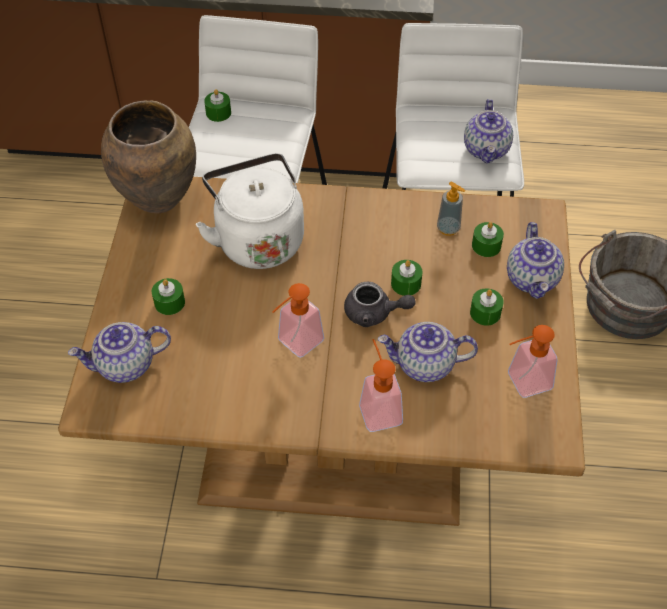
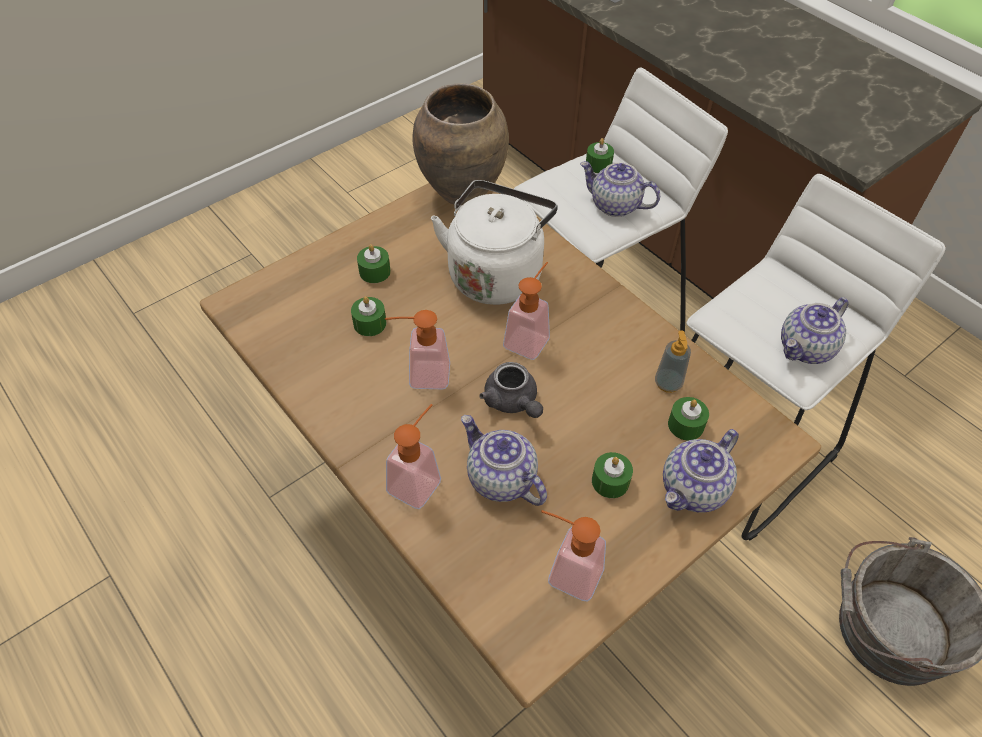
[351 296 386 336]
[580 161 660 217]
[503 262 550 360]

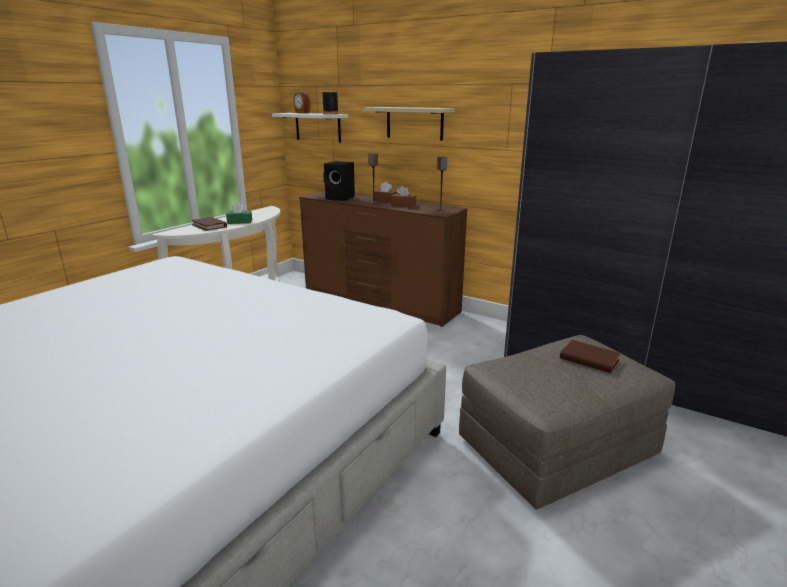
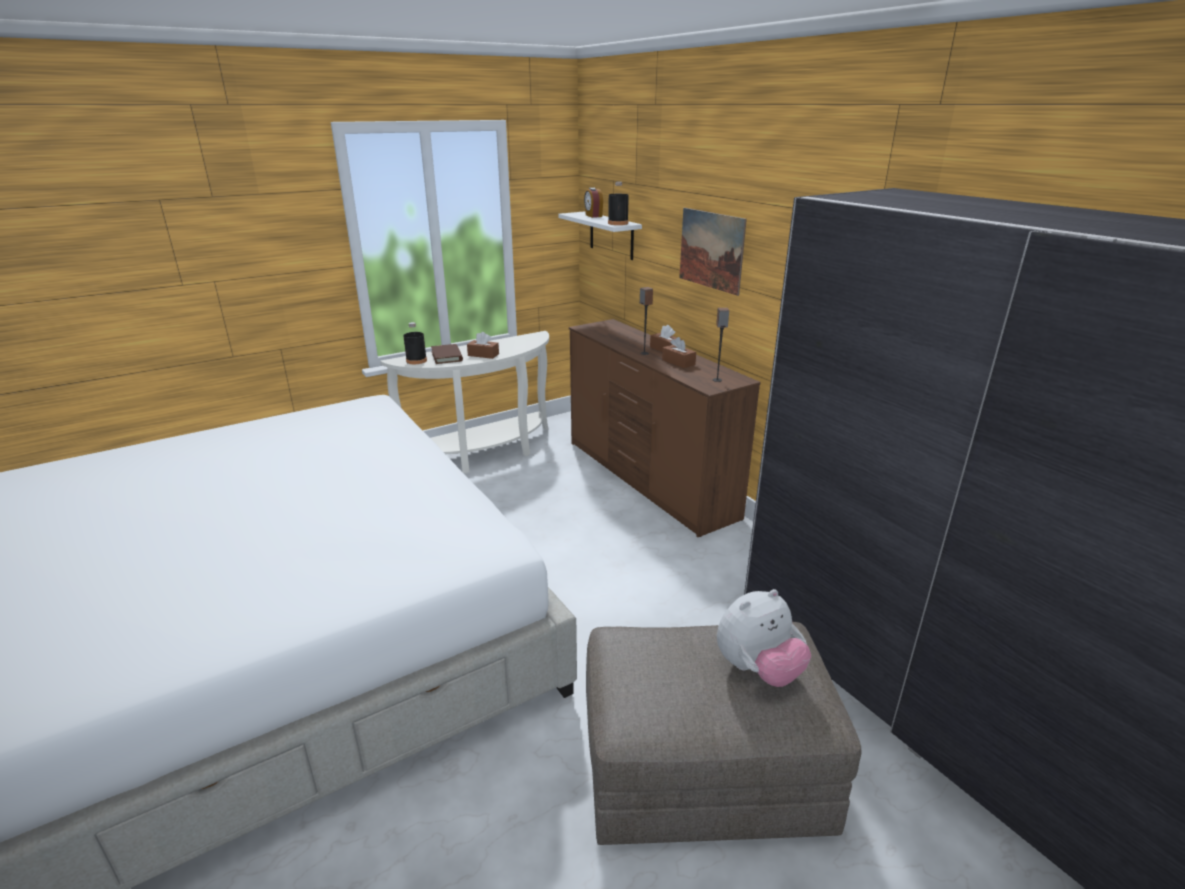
[679 208 747 296]
[323 161 355 201] (first image)
[467 332 499 359]
[717 589 811 687]
[403 322 427 364]

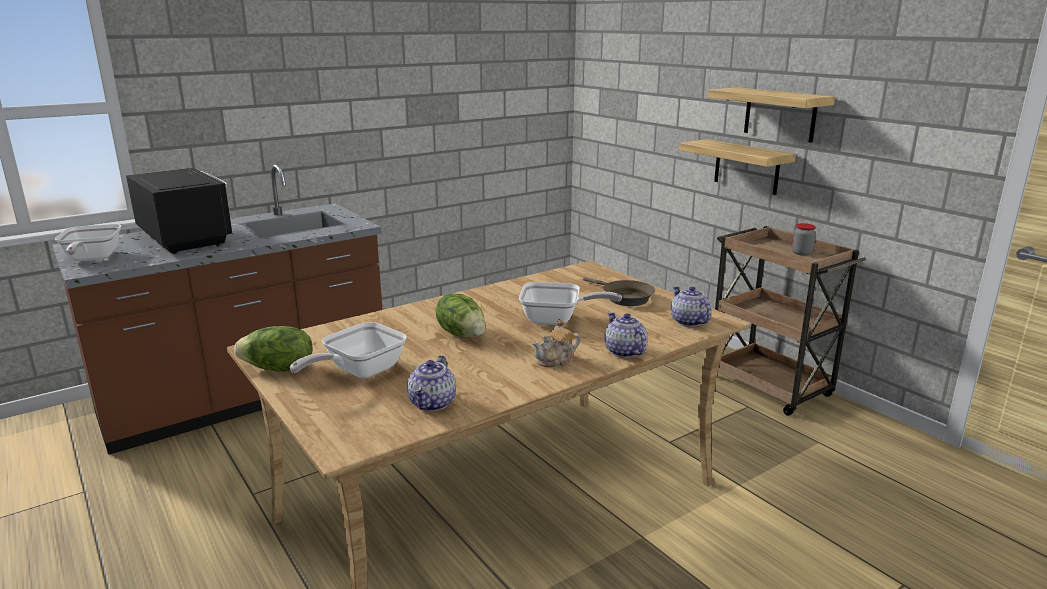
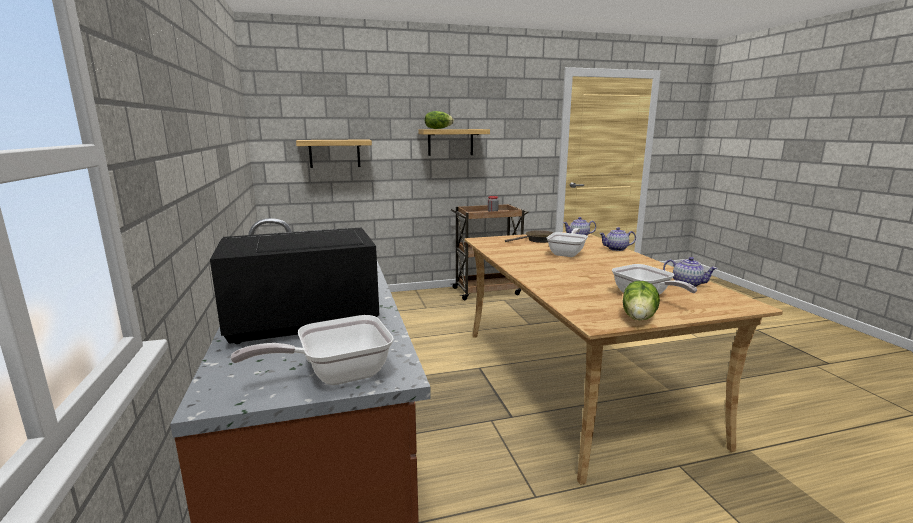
[296 139 372 168]
[231 315 394 385]
[425 111 454 129]
[532 319 580 367] (first image)

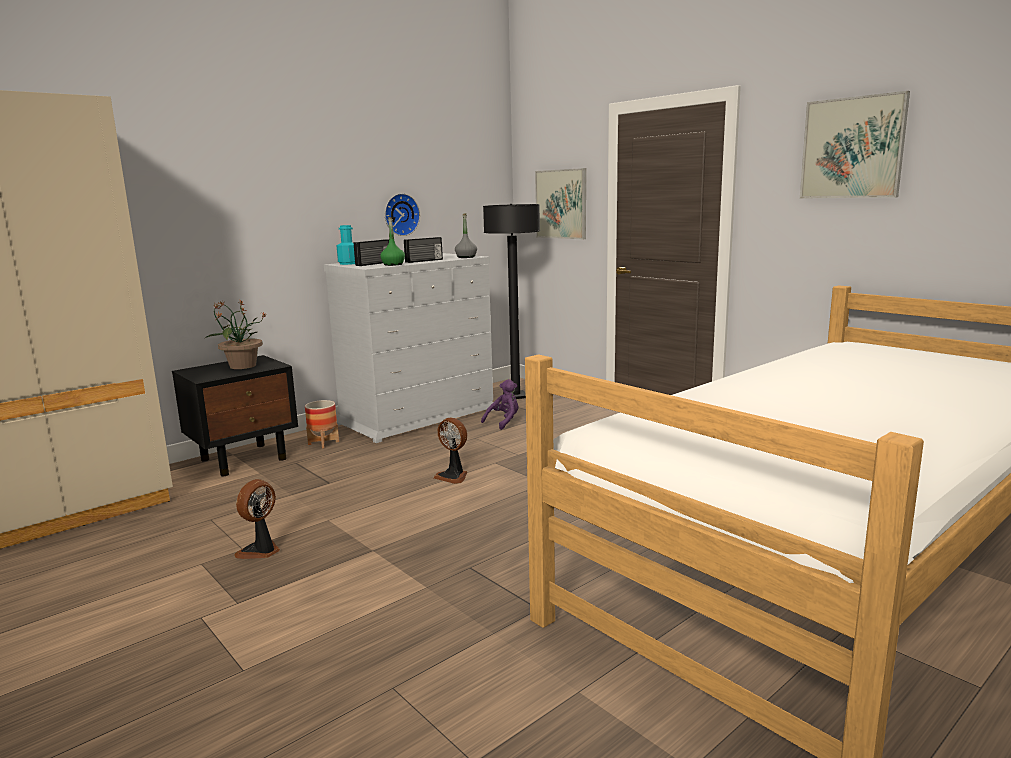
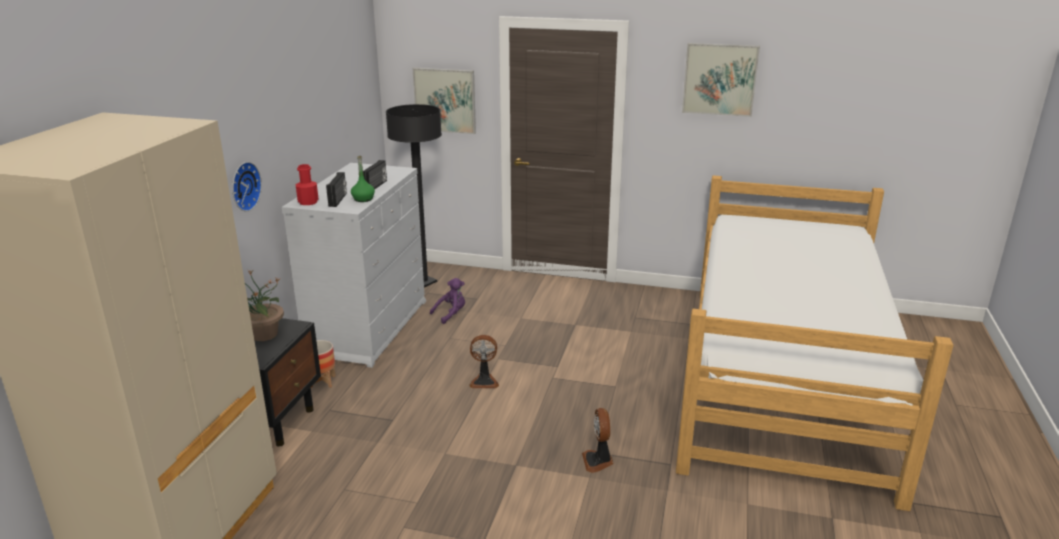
[232 162 262 212]
[455 213 477 258] (first image)
[295 164 319 205]
[430 278 465 324]
[582 408 614 473]

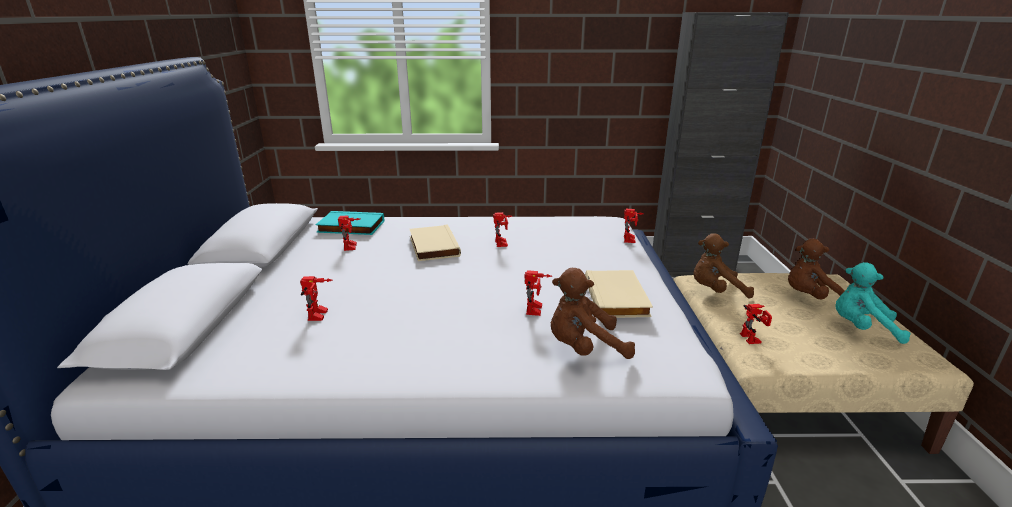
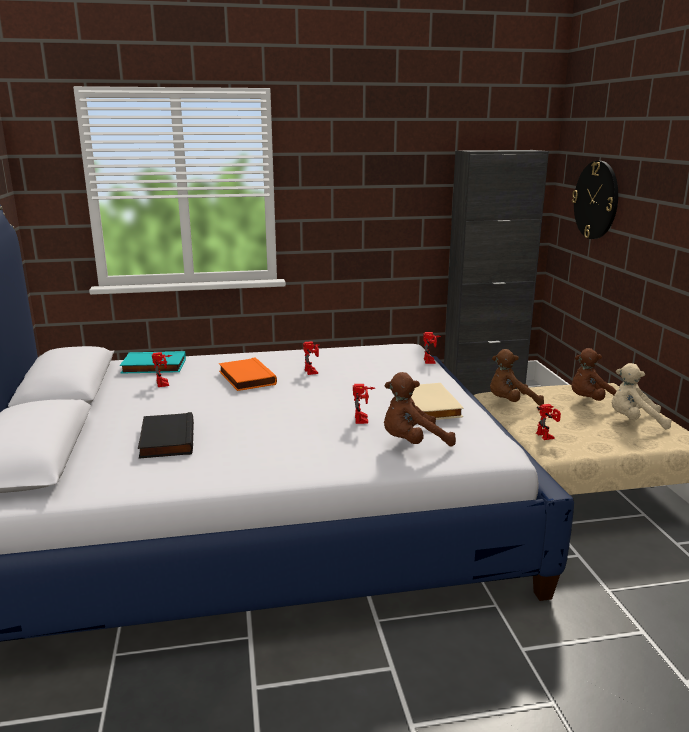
[219 357 277 391]
[612 363 671 429]
[138 412 194 459]
[572 161 618 239]

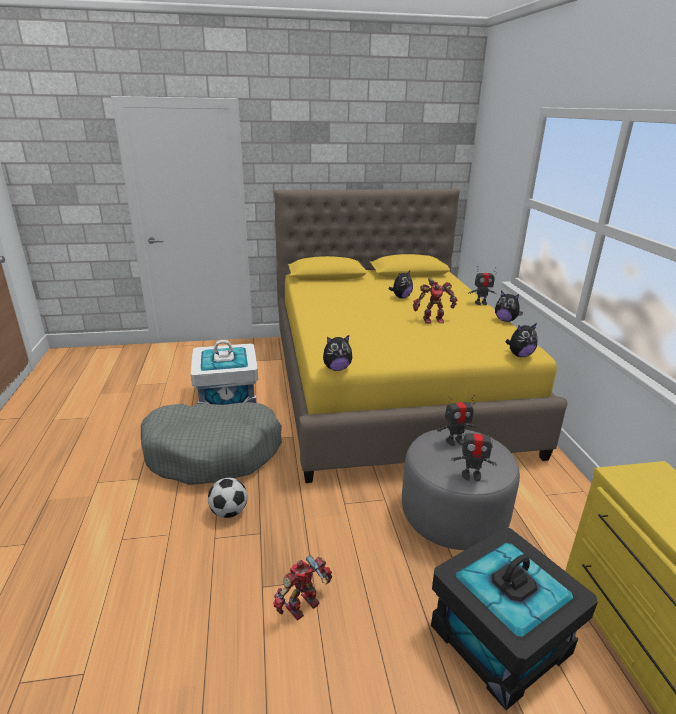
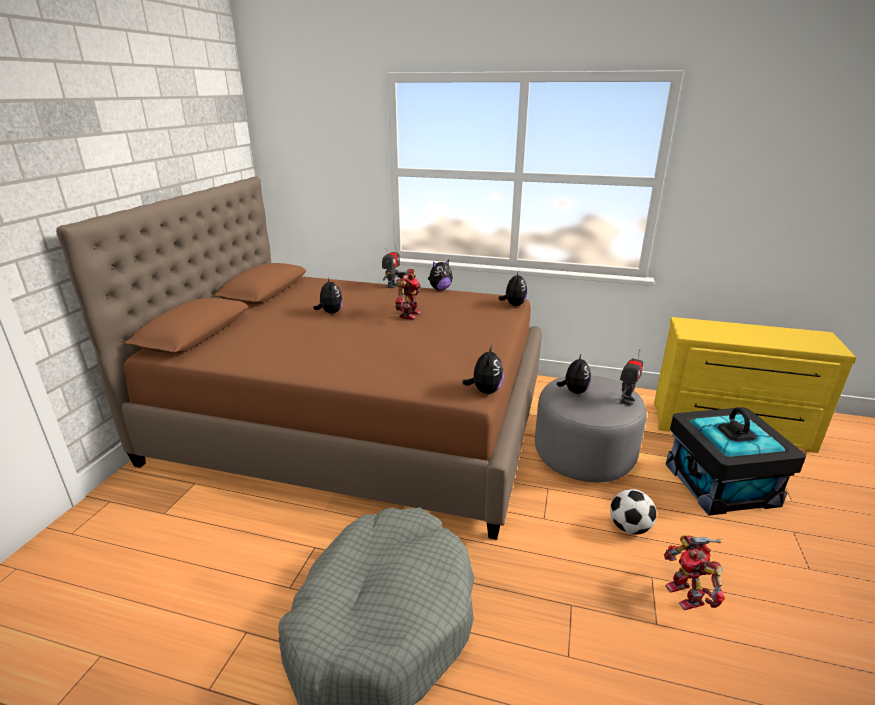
[56 177 542 540]
[191 340 258 405] (first image)
[556 353 591 394]
[610 489 657 535]

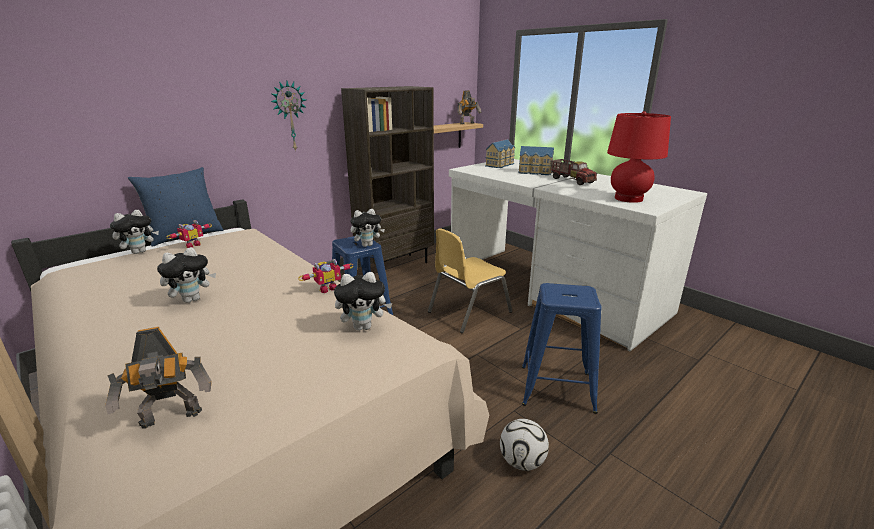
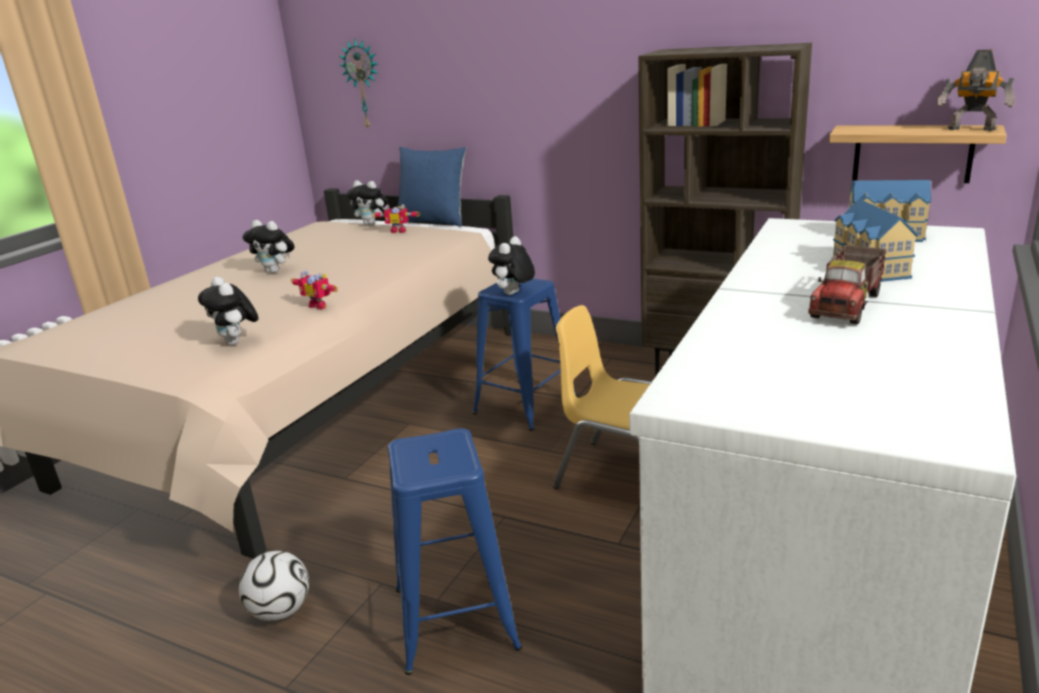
[339 39 379 128]
[607 111 671 203] (first image)
[488 236 535 295]
[105 327 212 428] (first image)

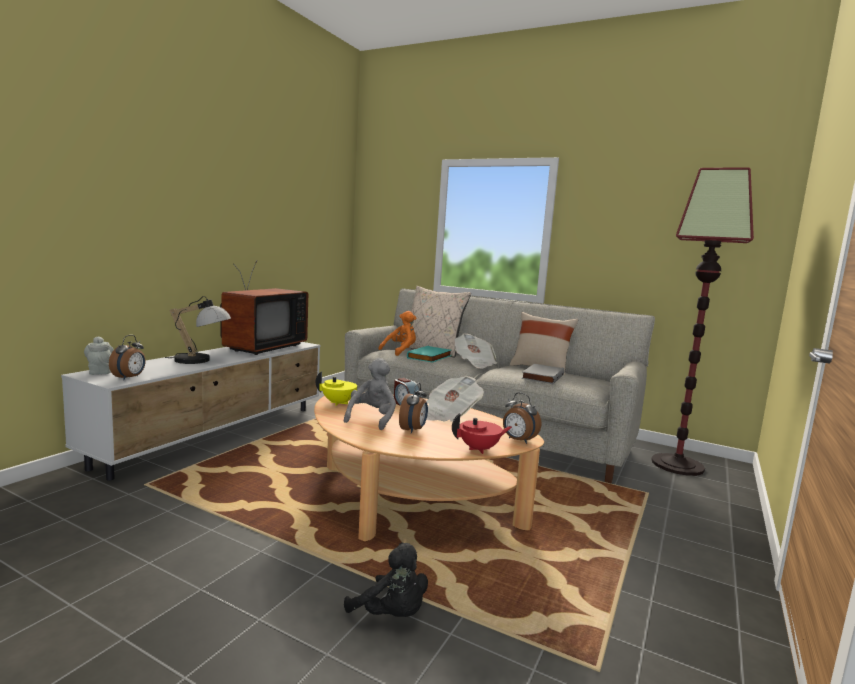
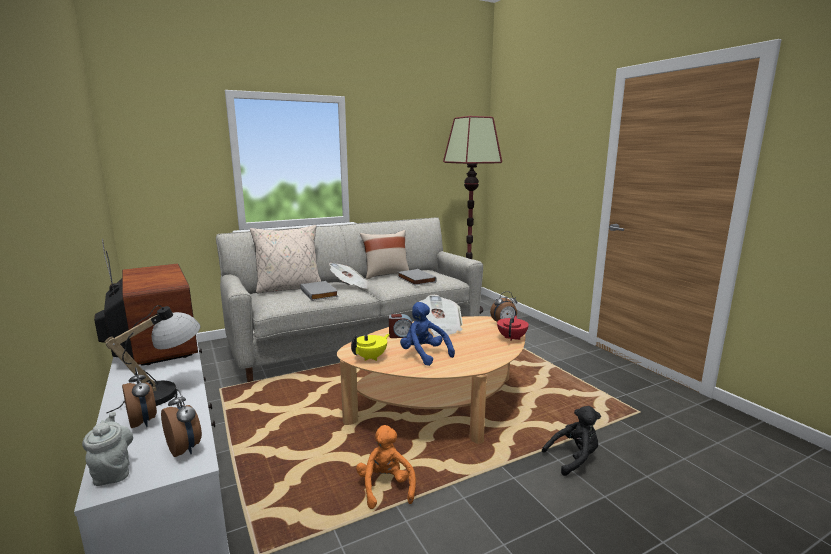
[356 425 416 509]
[82 412 133 486]
[300 281 338 301]
[400 302 455 366]
[122 367 157 428]

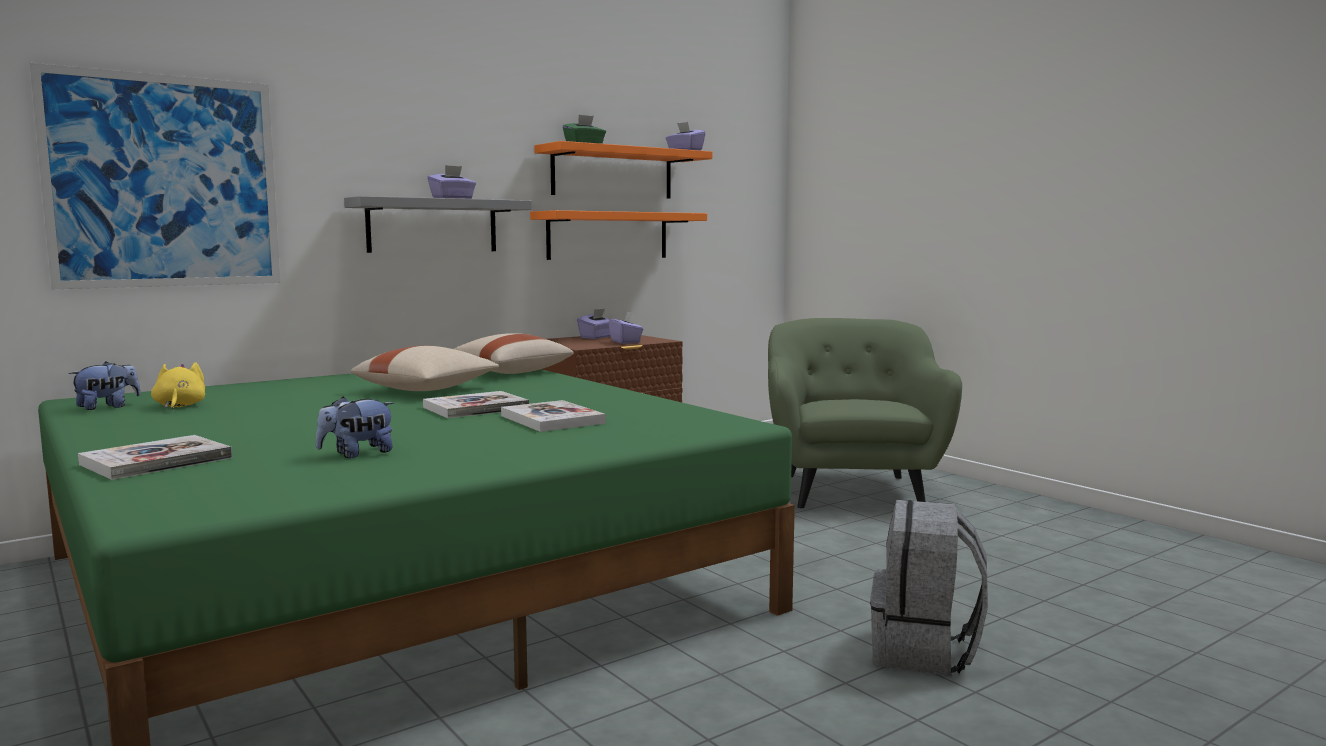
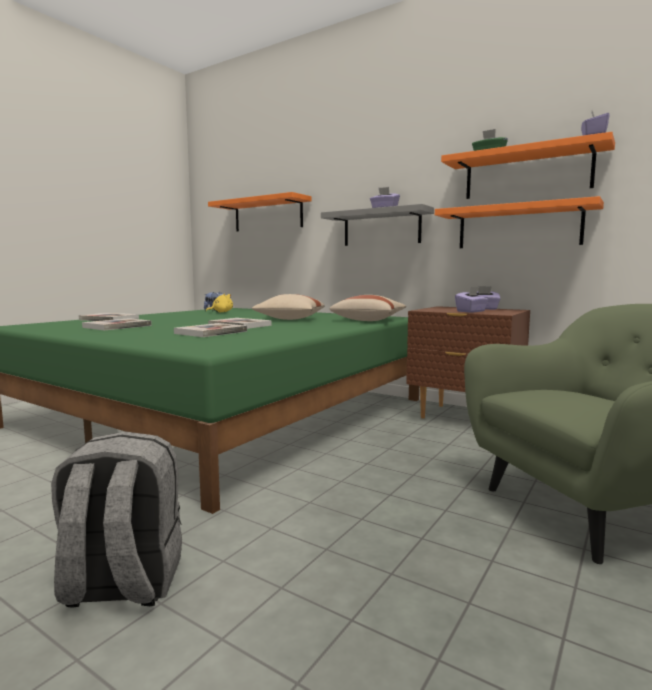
[208 192 312 232]
[82 318 152 330]

